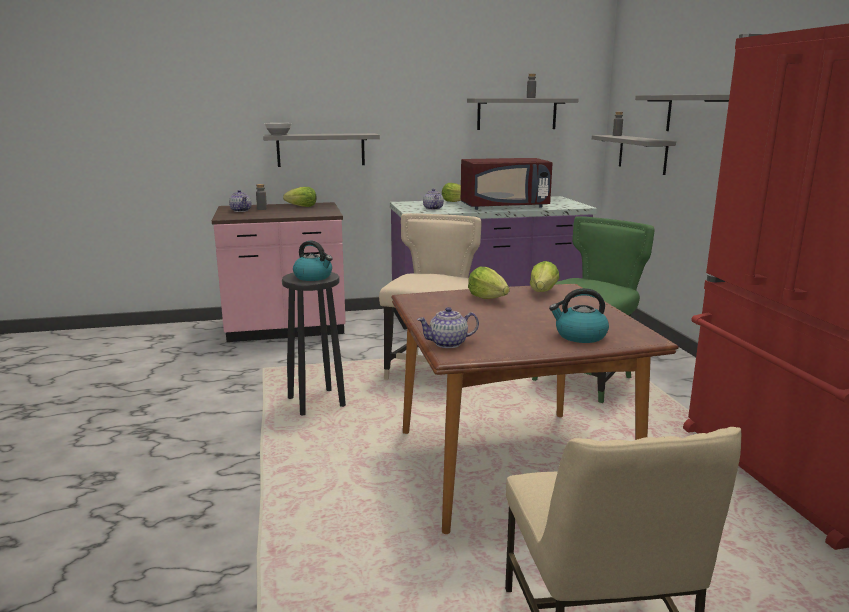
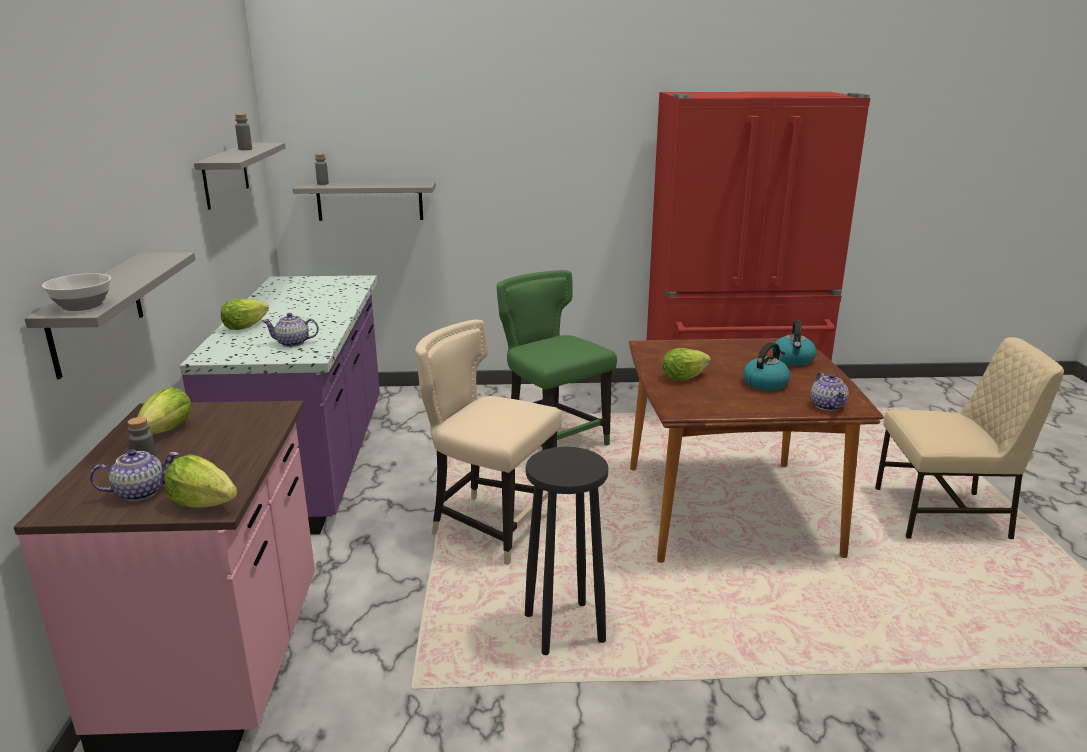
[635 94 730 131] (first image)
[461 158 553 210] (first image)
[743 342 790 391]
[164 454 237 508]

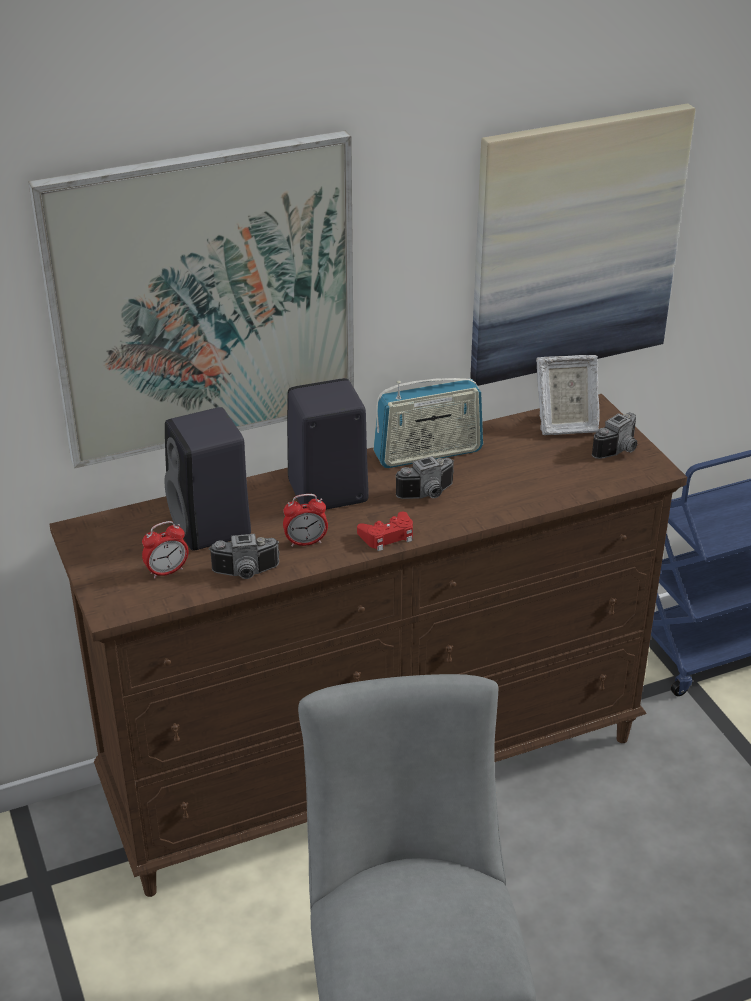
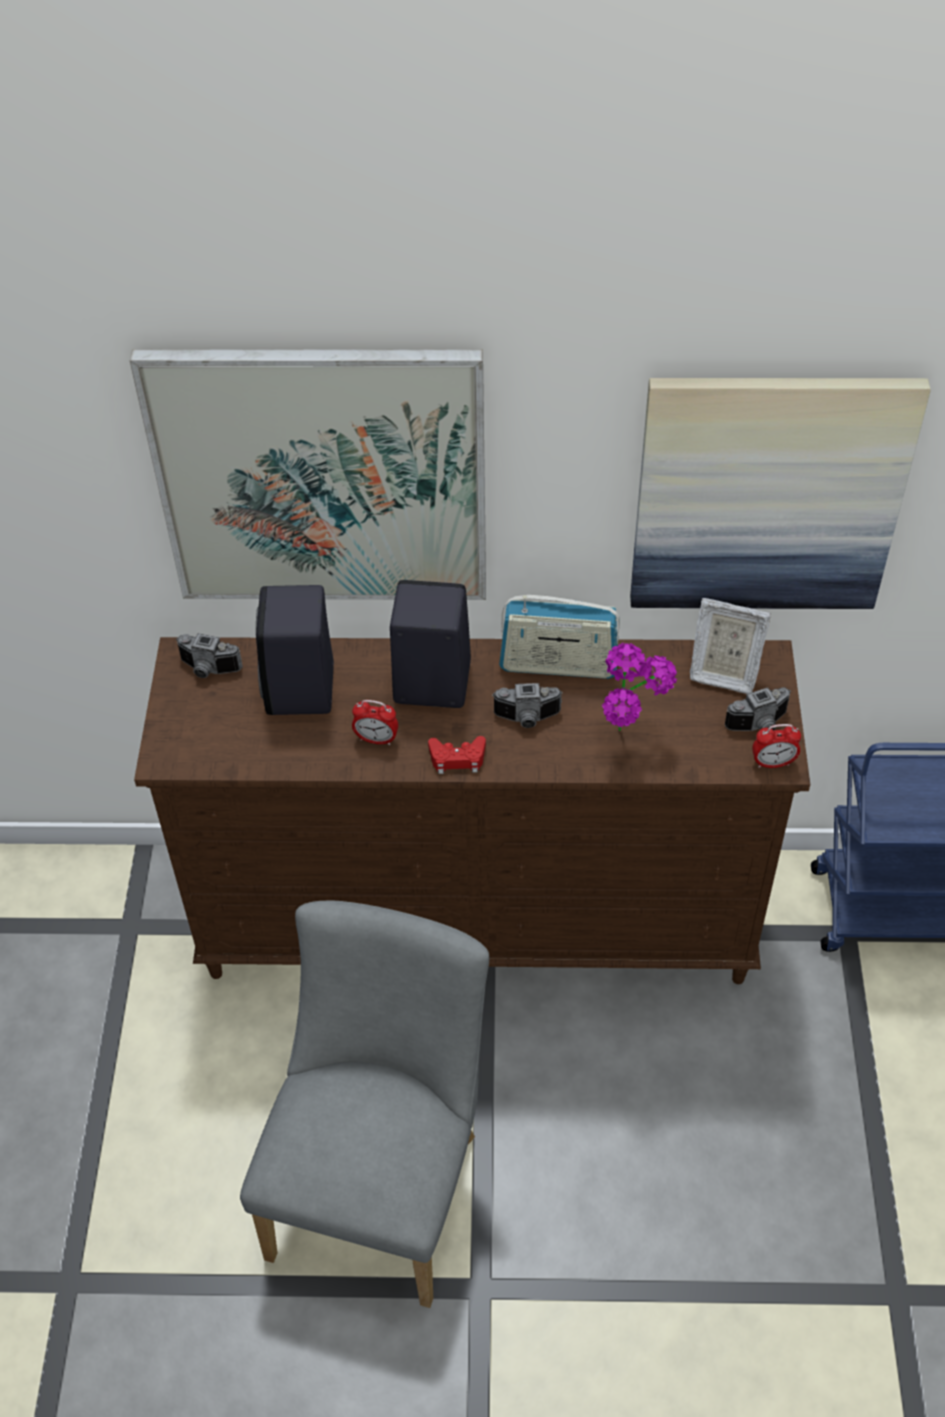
[752 724 801 768]
[176 633 243 678]
[602 643 677 731]

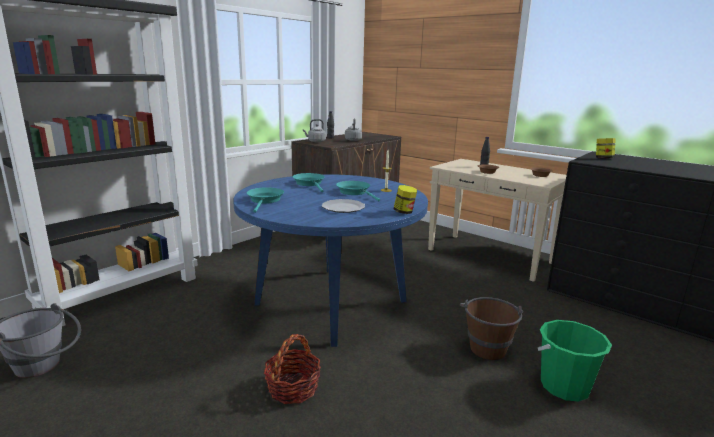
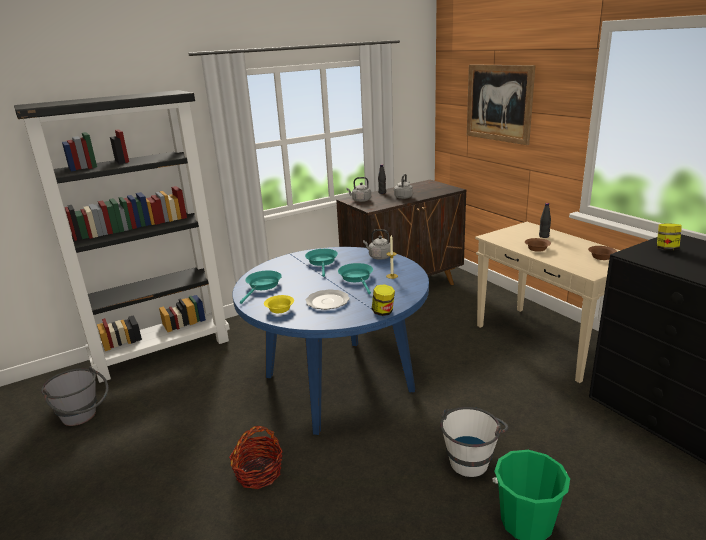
[440 407 508 477]
[467 64 536 145]
[363 229 390 260]
[264 295 294 313]

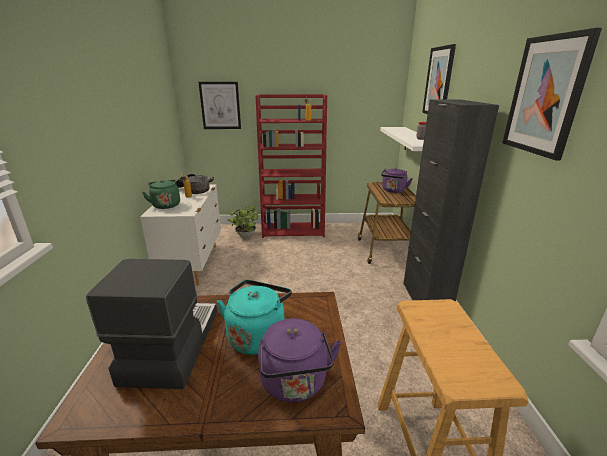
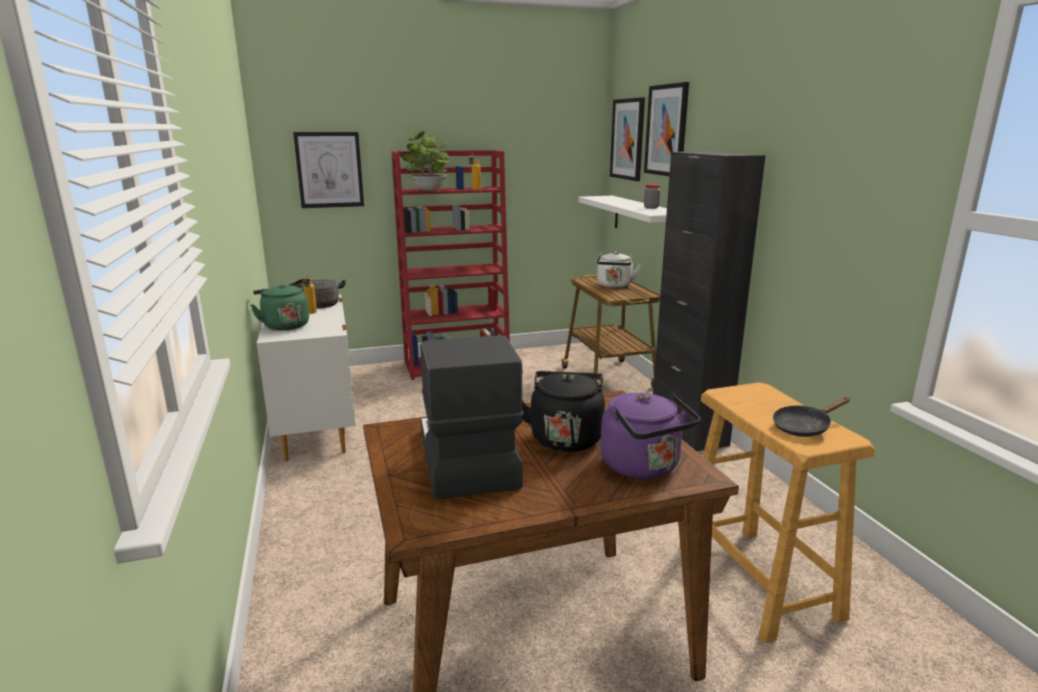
[610 97 645 181]
[597 252 641 288]
[401 131 450 191]
[522 371 605 452]
[773 397 850 437]

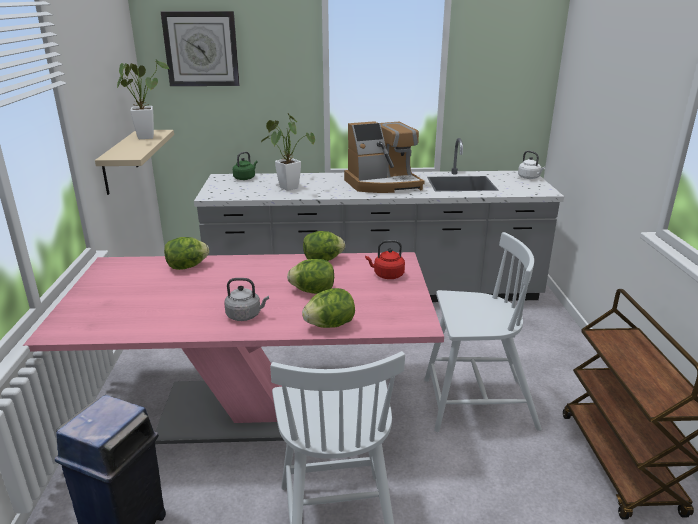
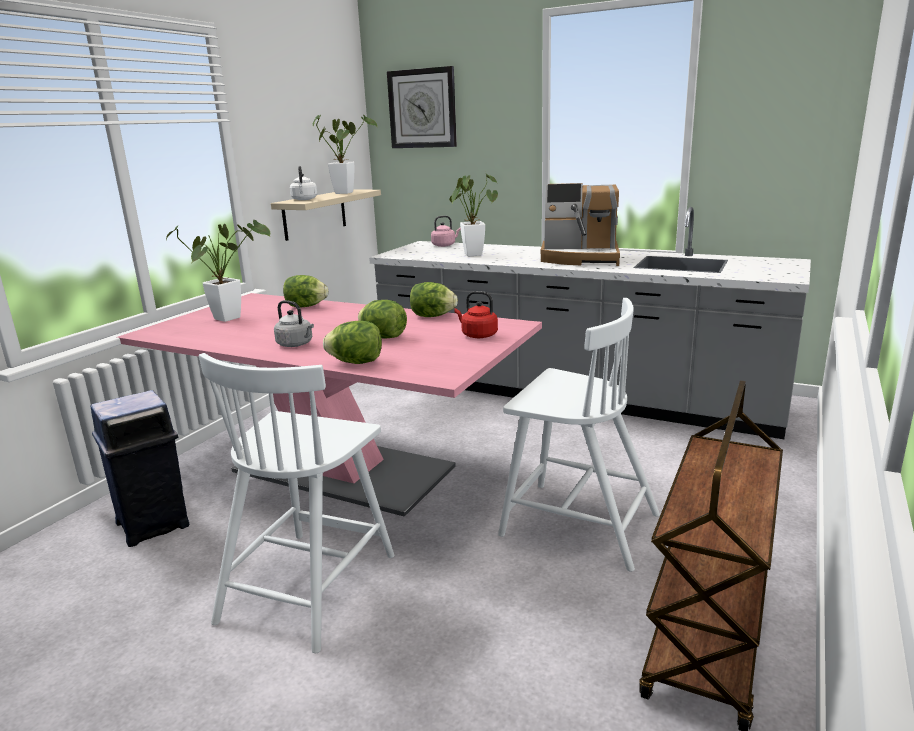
[290 166 317 200]
[431 216 461 247]
[165 220 271 322]

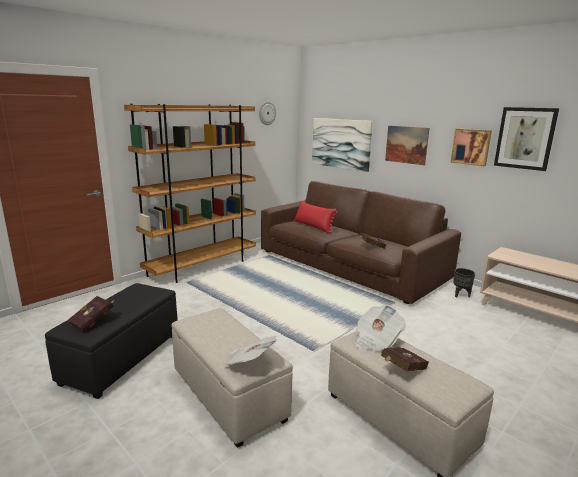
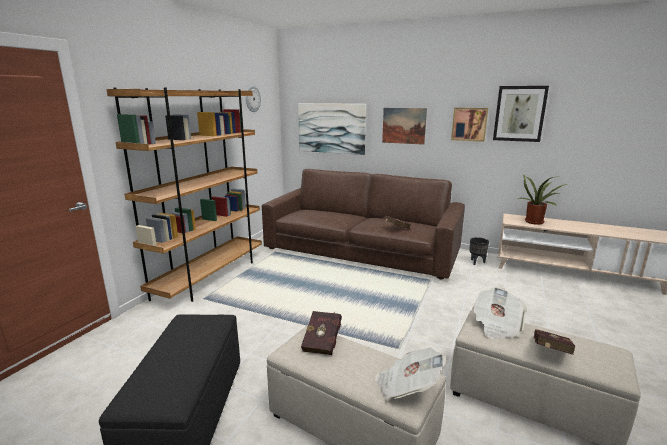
[294 201 338 233] (first image)
[301 311 342 355]
[517 175 567 225]

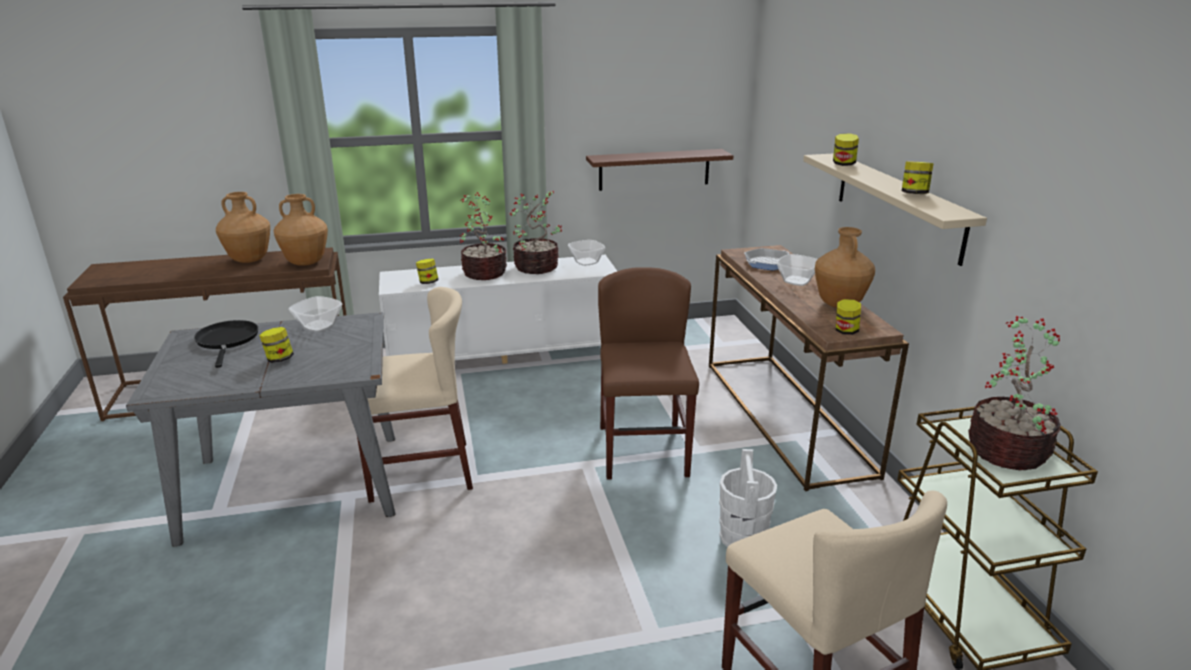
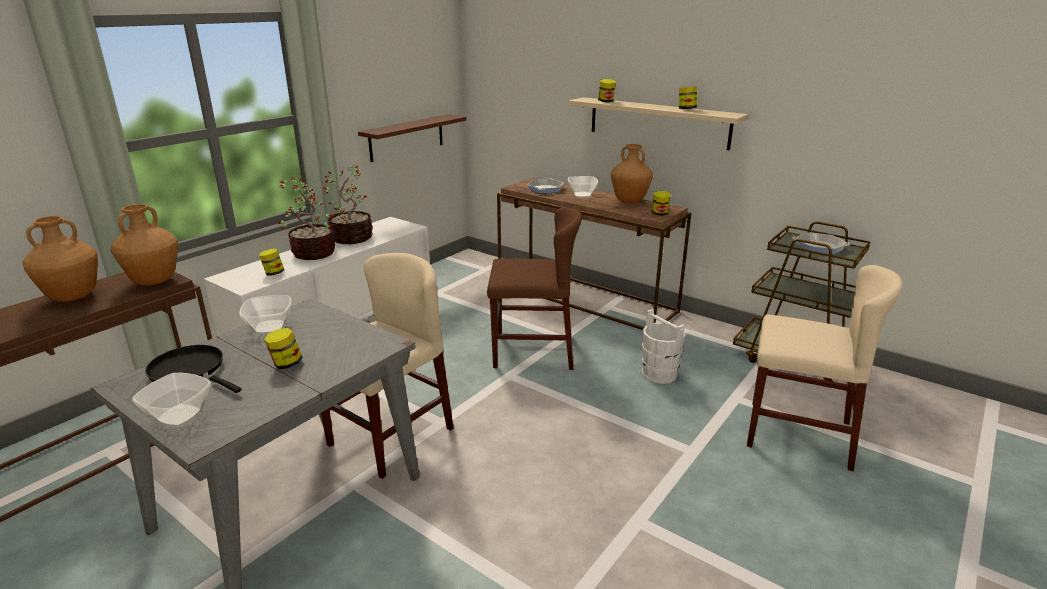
[132 373 212 427]
[487 207 582 370]
[793 232 850 254]

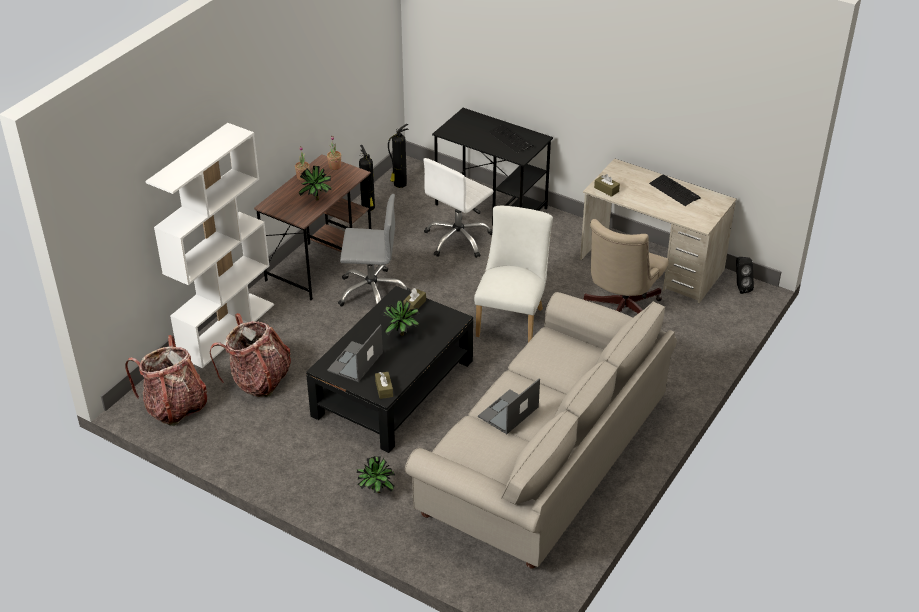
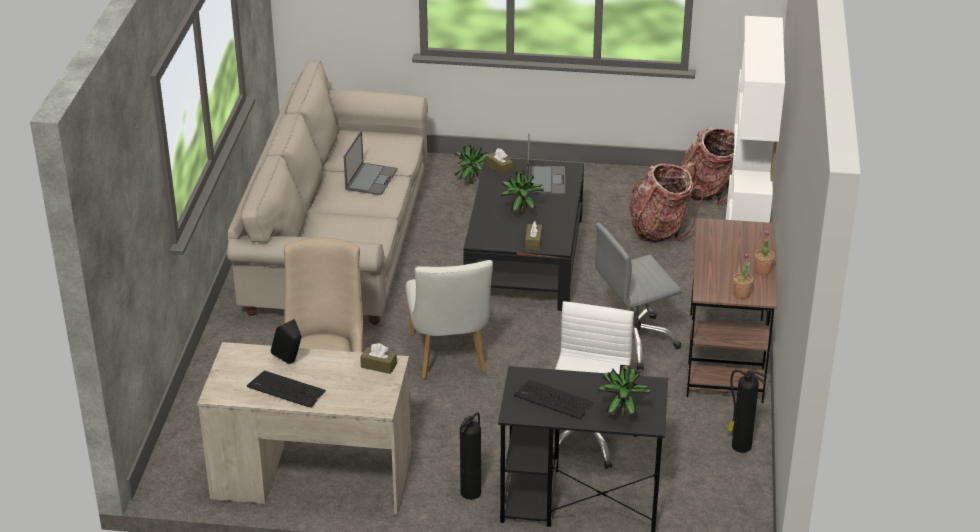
[460 412 481 500]
[598 365 651 417]
[271 319 302 364]

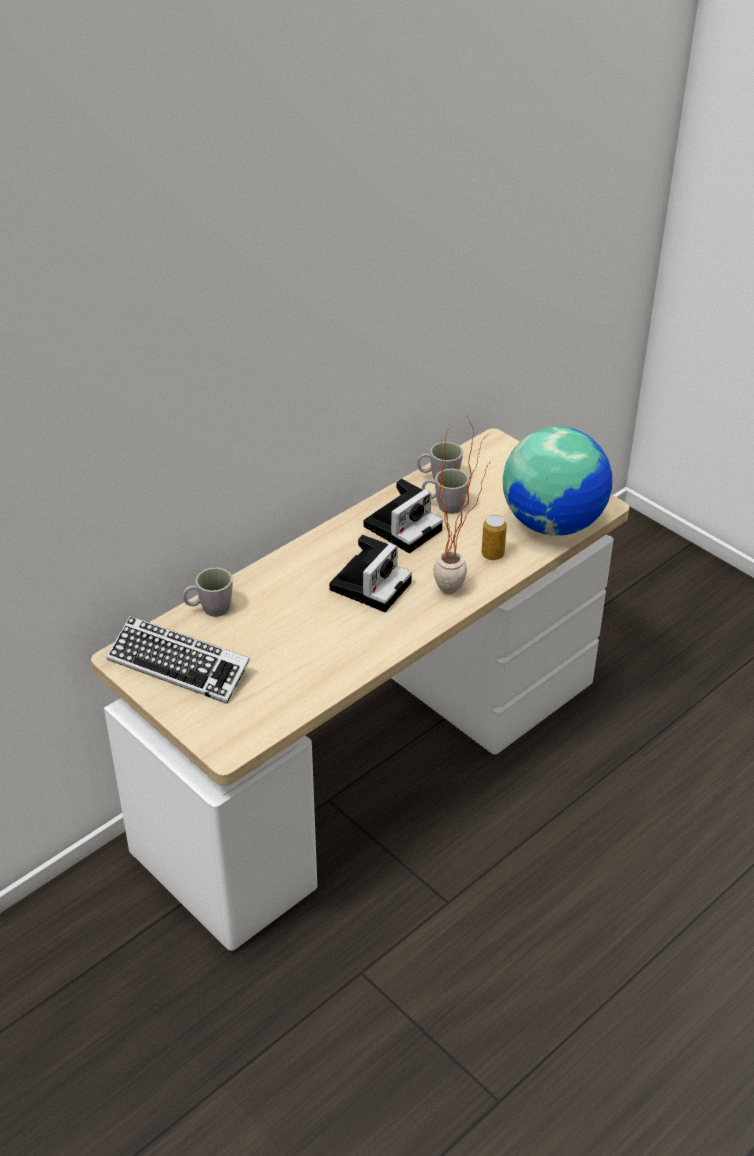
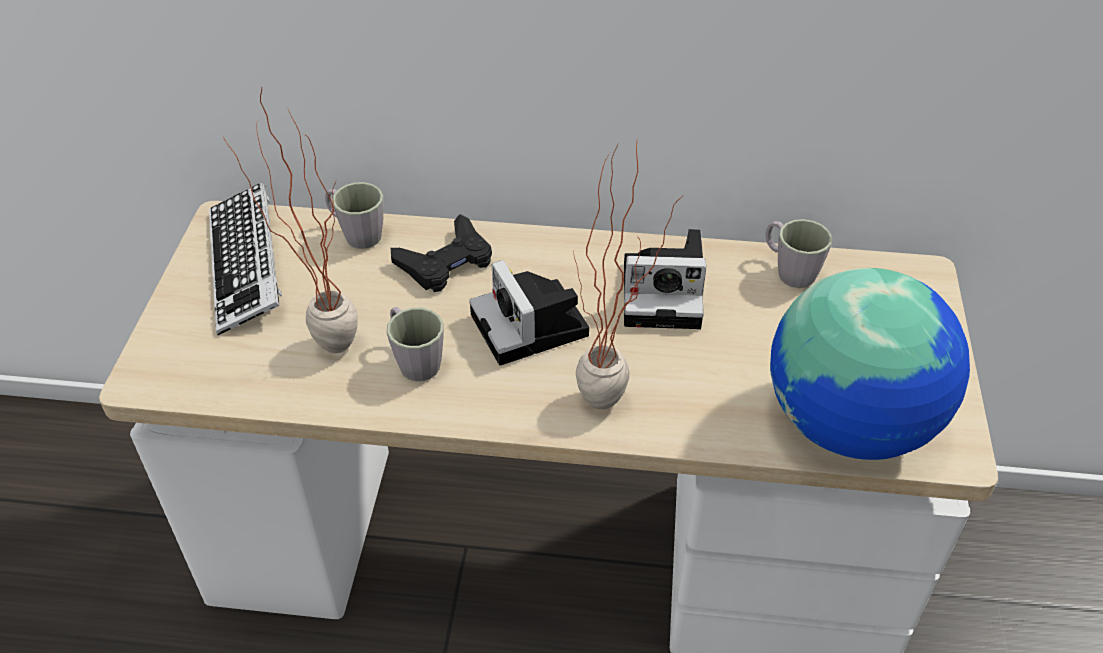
[387 307 444 381]
[481 515 507 560] (first image)
[469 260 589 365]
[223 87 358 353]
[391 214 492 292]

